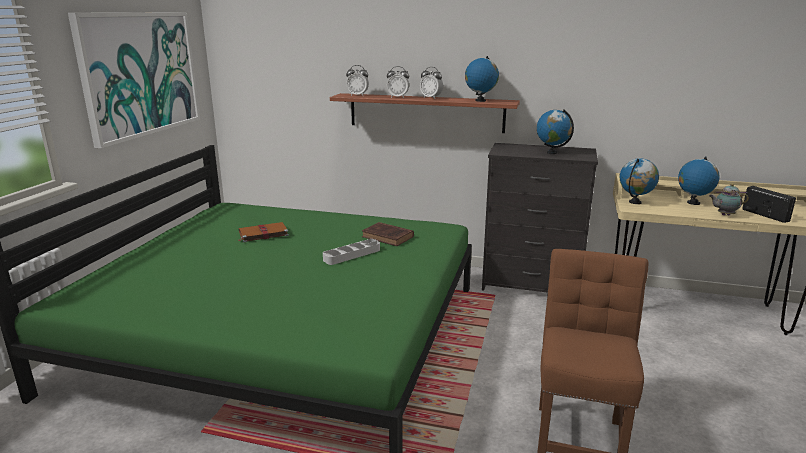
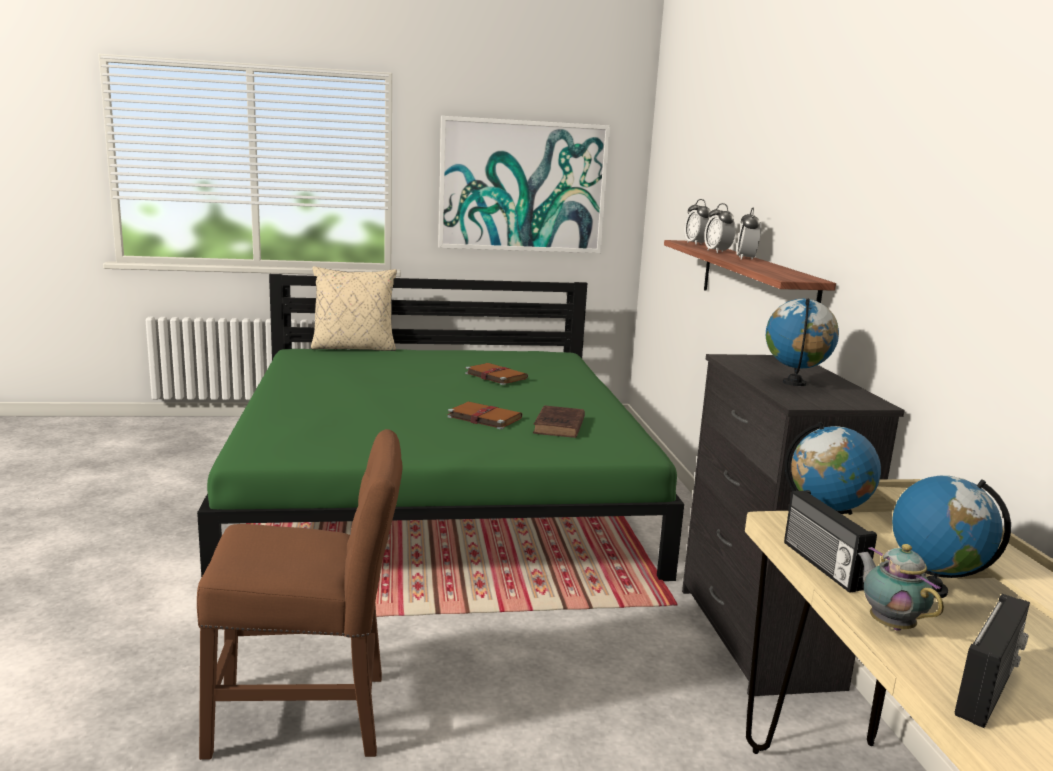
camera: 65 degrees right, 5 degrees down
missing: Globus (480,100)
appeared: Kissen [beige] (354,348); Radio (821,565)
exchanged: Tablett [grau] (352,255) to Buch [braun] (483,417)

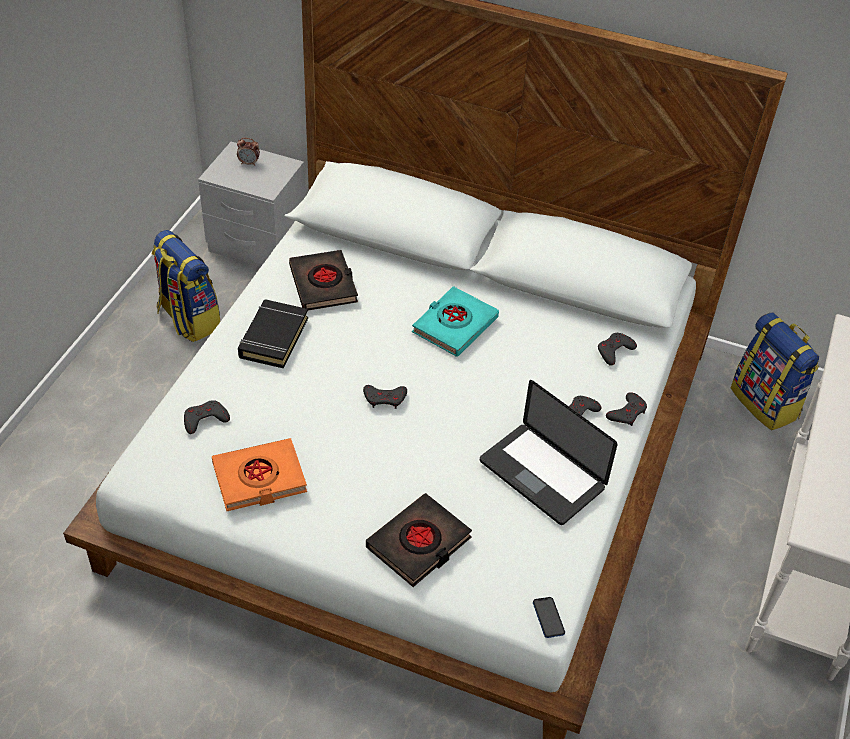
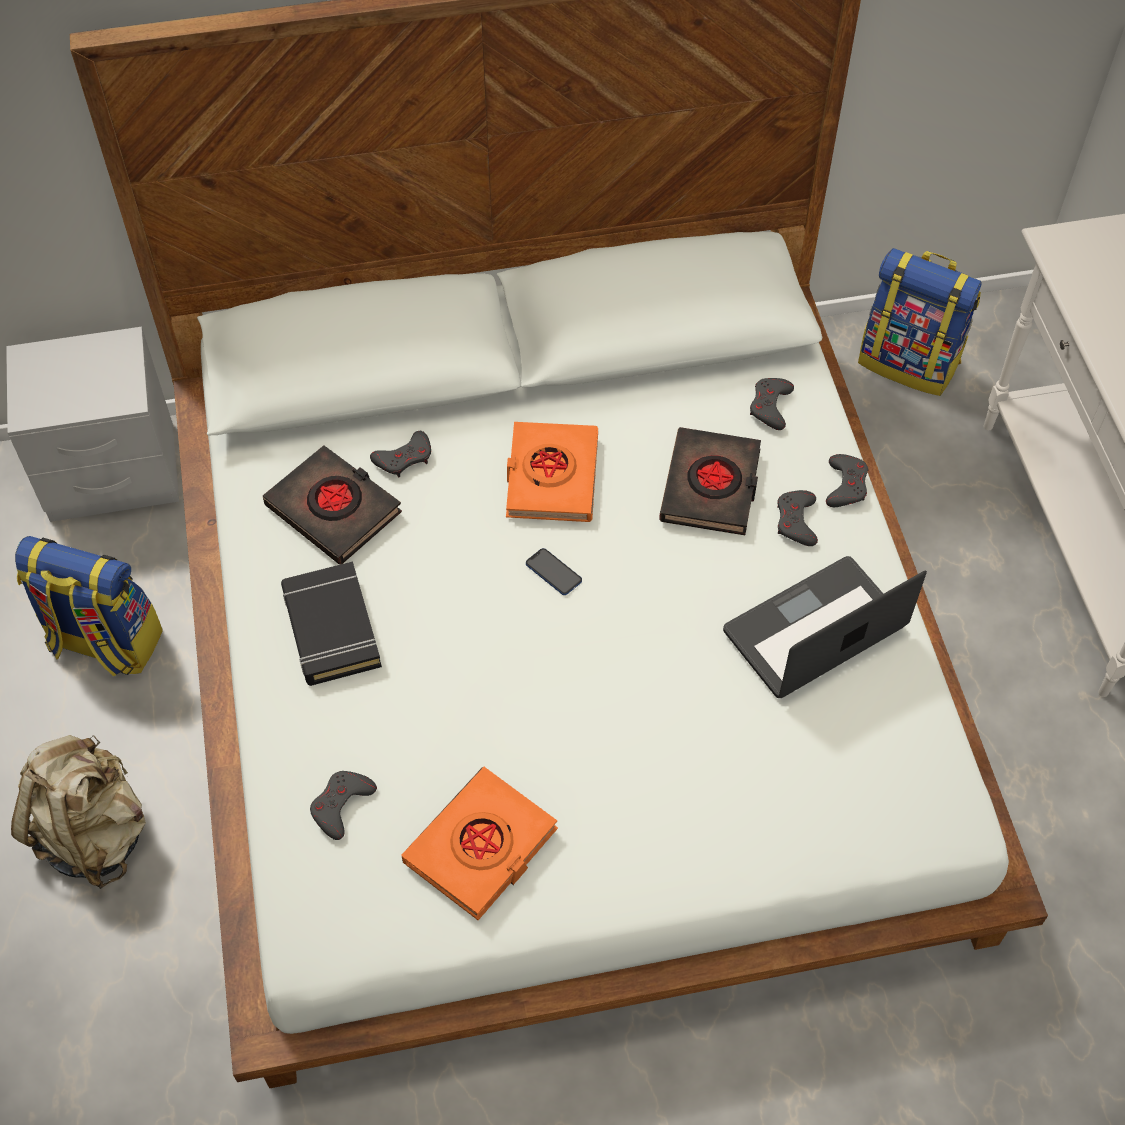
camera: 30 degrees left, 10 degrees up
missing: Wecker (249,163)
appeared: Rucksack [beige] (94,833)
relocated: Gamepad [grau] (385,398) to (404,458); Handy (548,618) to (553,572); Buch [schwarz] (419,544) to (711,487)
colour: Buch [türkis] (454,325) to Buch [orange] (551,477)
spun: Laptop (541,475) = (814,630) 135 degrees clockwise

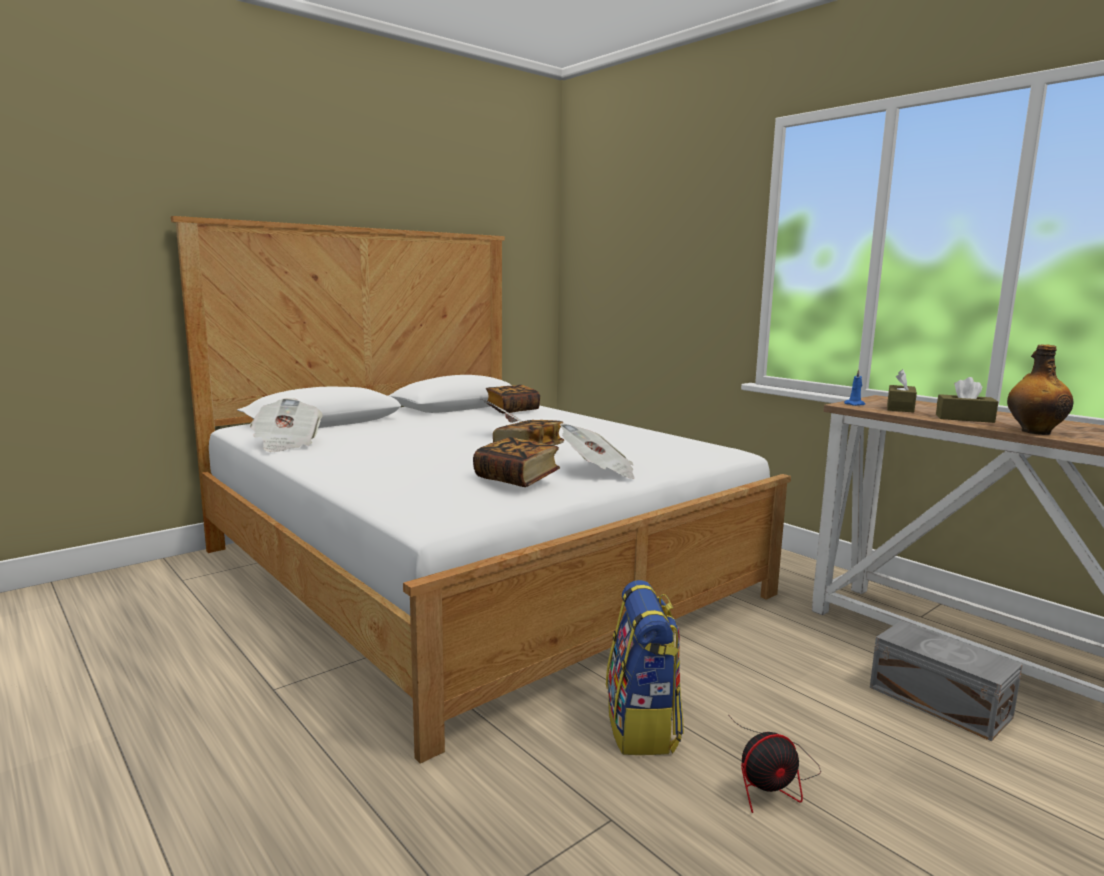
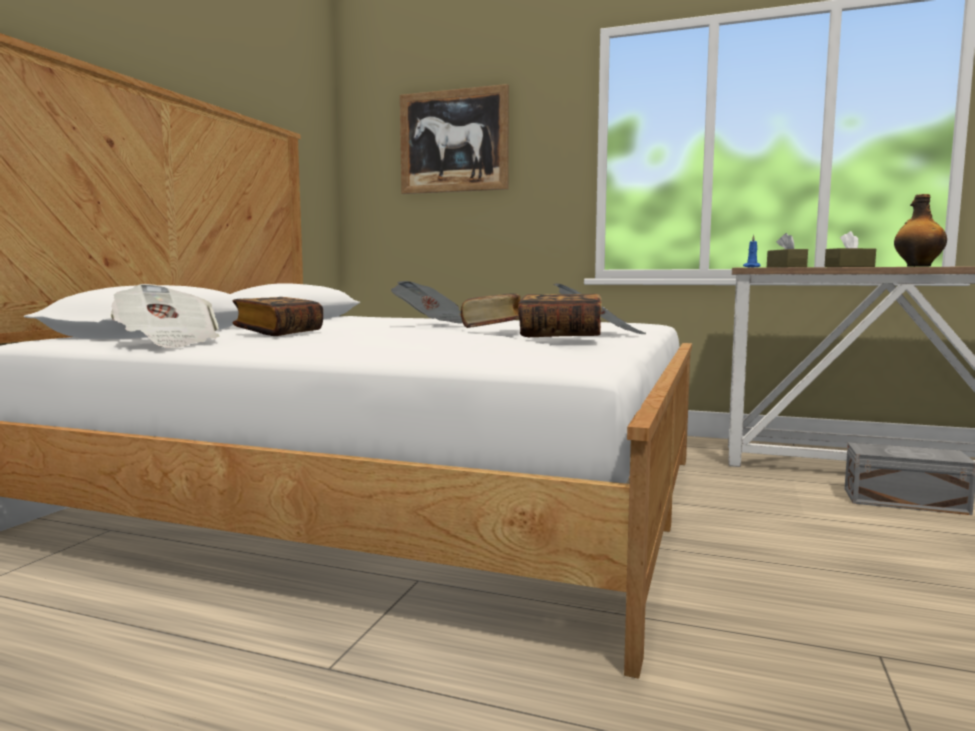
camera: 30 degrees left, 5 degrees down
missing: Rucksack (643,727); Ventilator (772,779)
appeared: Bild (453,141)
relocated: Buch (512,409) to (279,333)

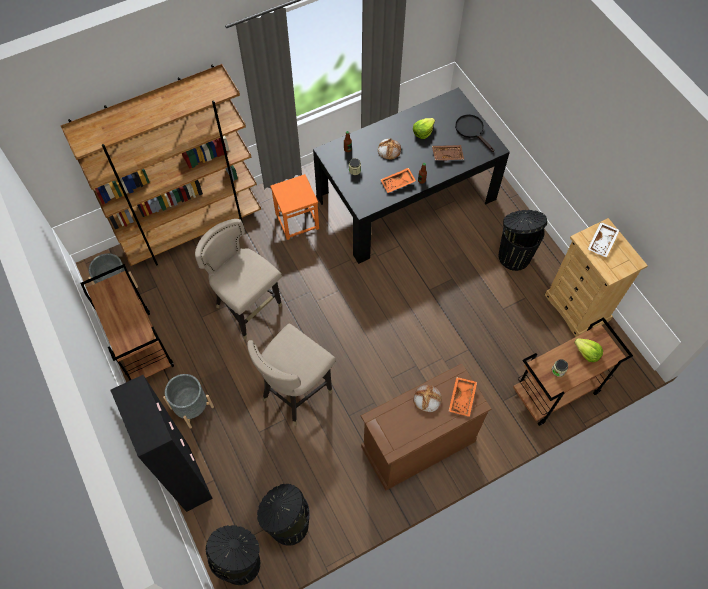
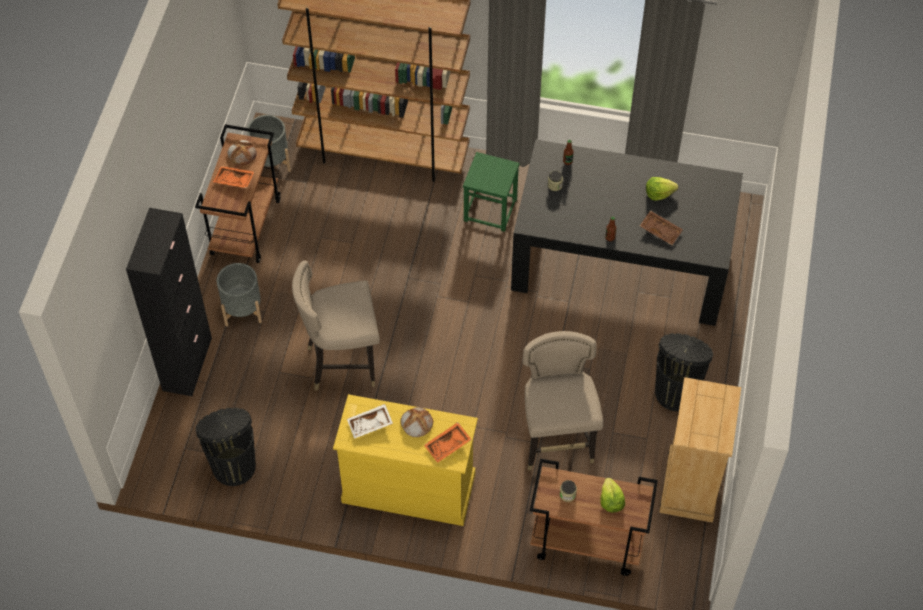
camera: 40 degrees right, 5 degrees down
missing: Mülleimer [schwarz] (241,563); Pfanne [schwarz] (472,130)
relocated: Tablett [orange] (398,183) to (234,181); Brot (389,150) to (242,154); Tablett [weiß] (602,242) to (370,425); Hocker [beige] (248,309) to (557,442)
colour: Kommode [braun] (418,444) to Kommode [gelb] (408,487); Hocker [orange] (297,221) to Hocker [grün] (490,209)

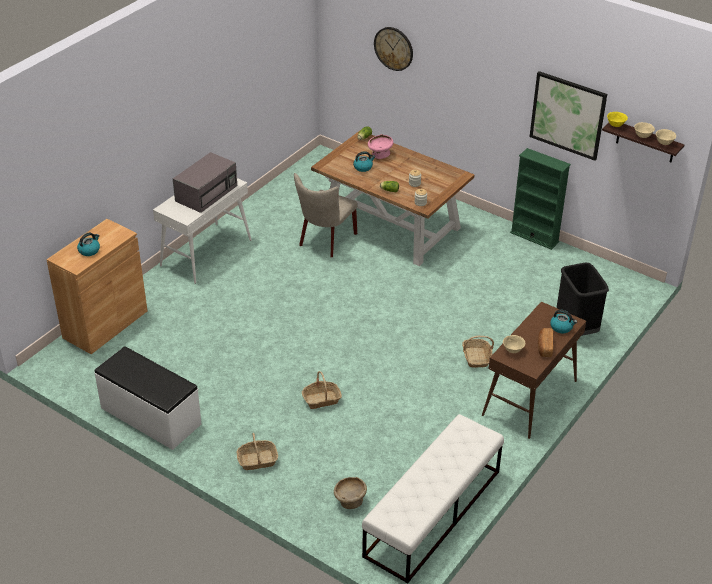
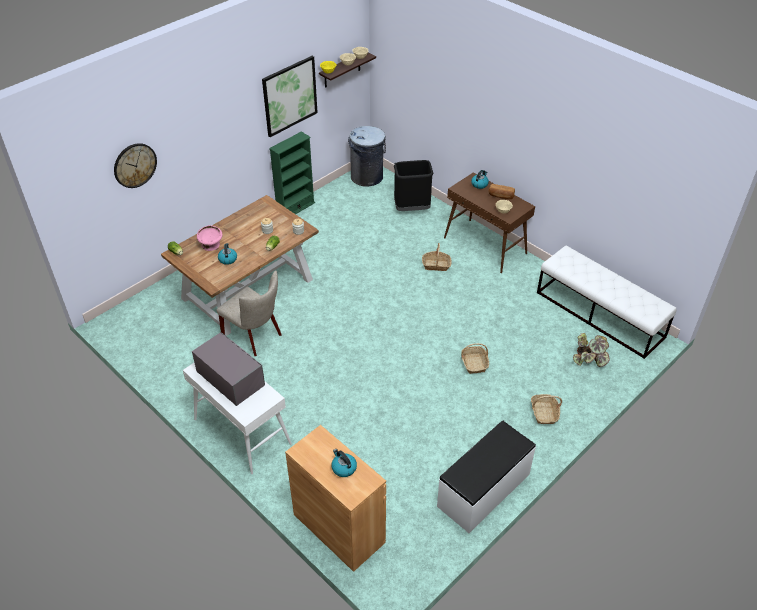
camera: 80 degrees left, 5 degrees up
appeared: Mülleimer [grau] (367,177)
exchanged: Schüssel [beige] (349,501) to Topfpflanze (589,359)

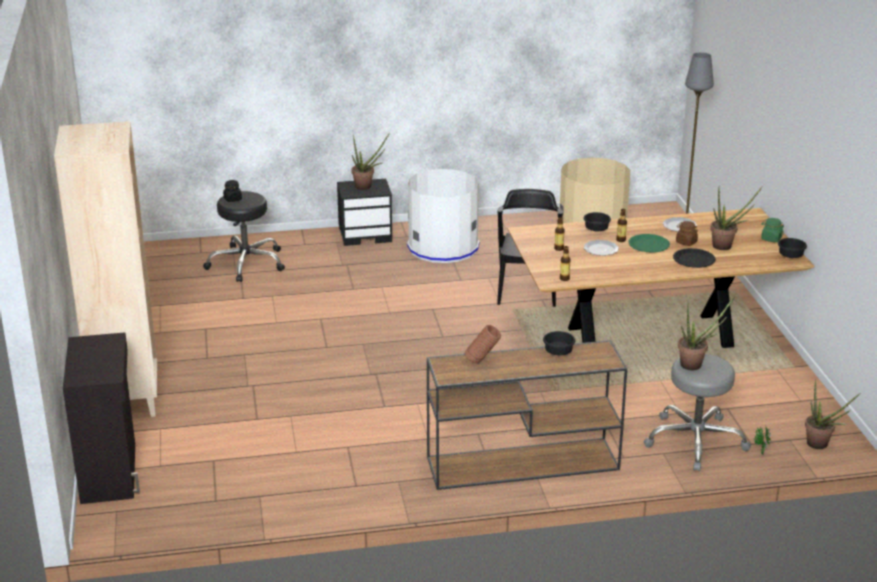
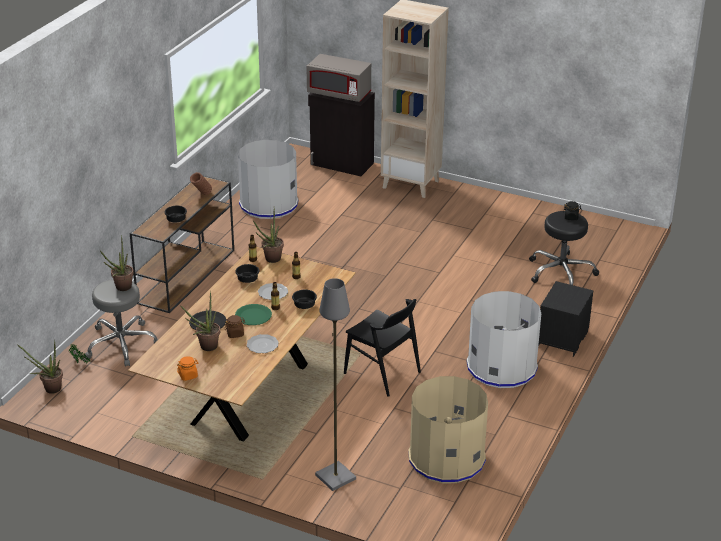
camera: 125 degrees right, 5 degrees up
appeared: Mülleimer [weiß] (268,204); Mikrowelle [grau] (339,94)
relocated: Schüssel [schwarz] (789,256) to (248,279); Topfpflanze (367,187) to (270,260)
colour: Vorratsglas [grün] (771,239) to Vorratsglas [orange] (188,375)

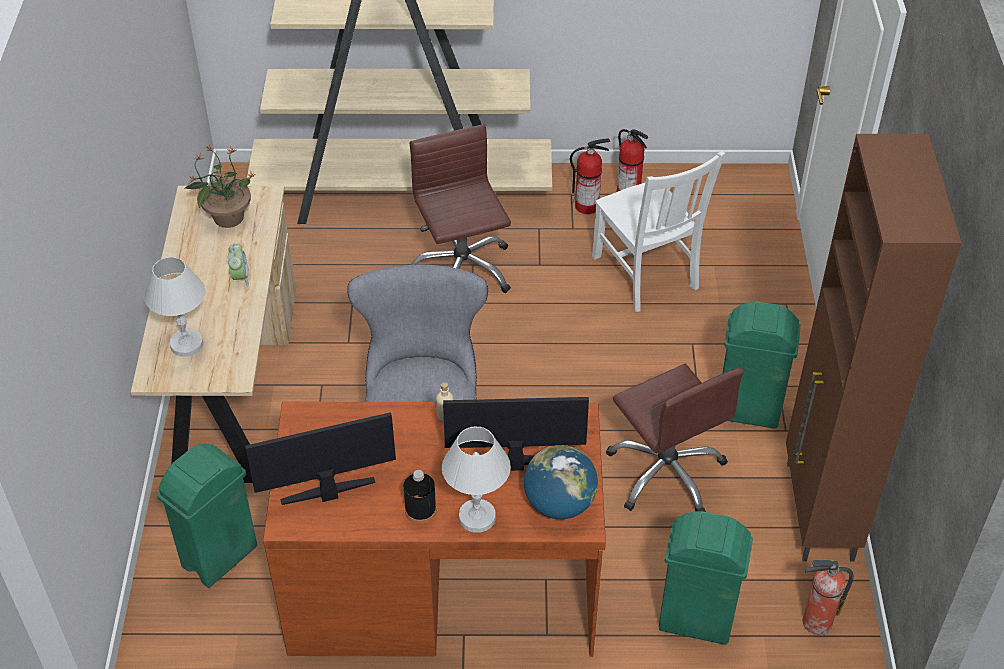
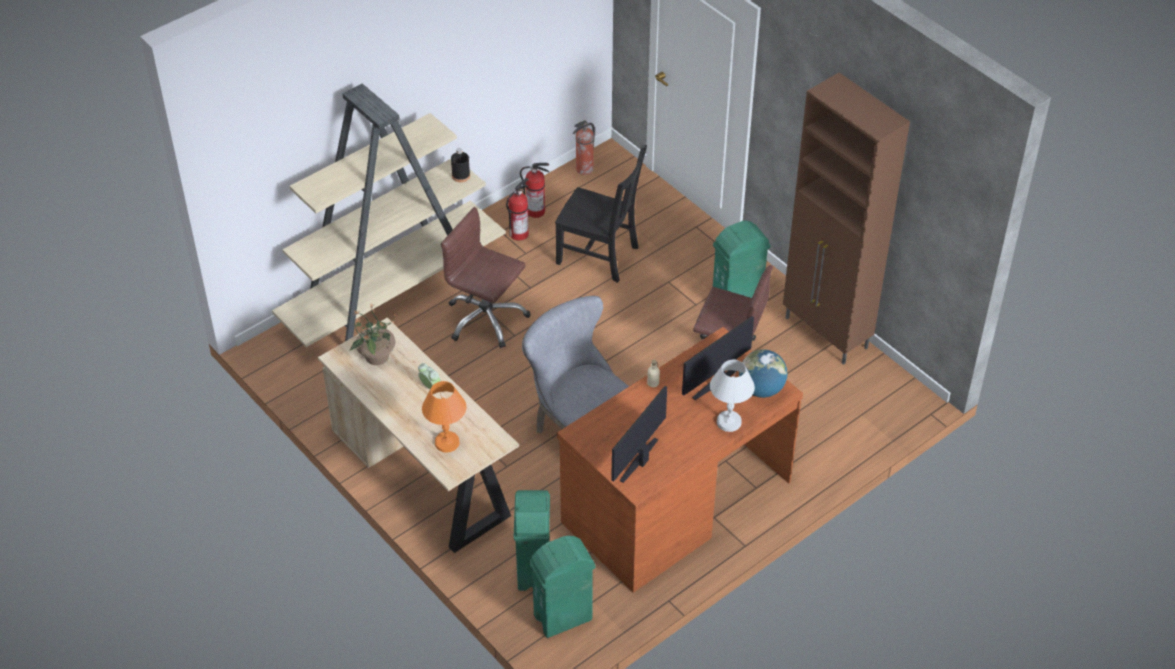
camera: 40 degrees left, 0 degrees up
relocated: Flasche [schwarz] (420,510) to (461,176); Mülleimer [grün] (696,621) to (563,618); Feuerlöscher (815,622) to (584,169)
colour: Tischlampe [weiß] (186,344) to Tischlampe [orange] (446,443); Stuhl [weiß] (646,275) to Stuhl [schwarz] (600,256)

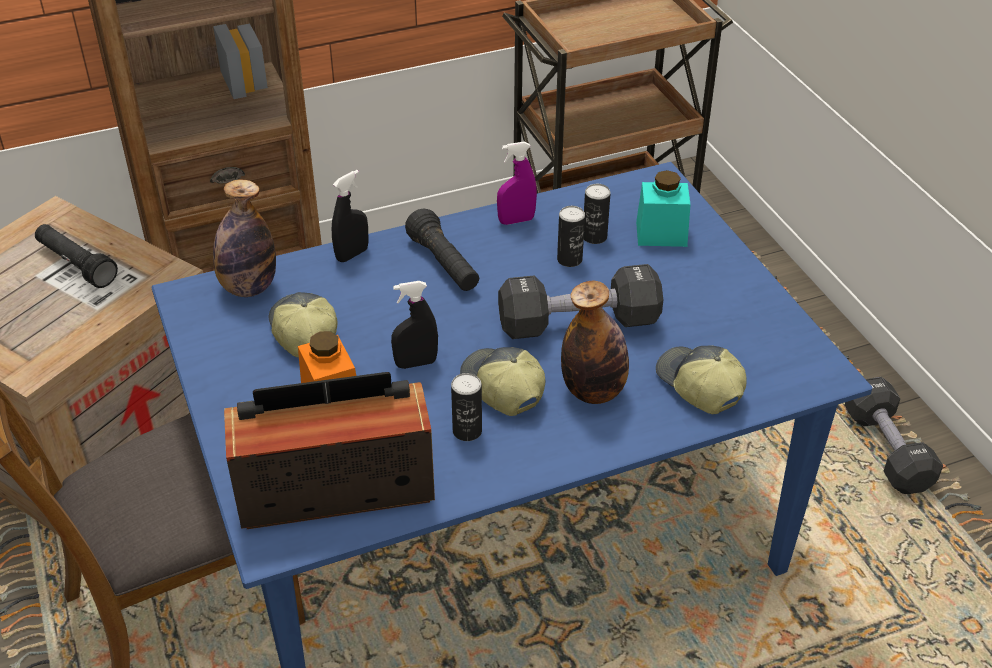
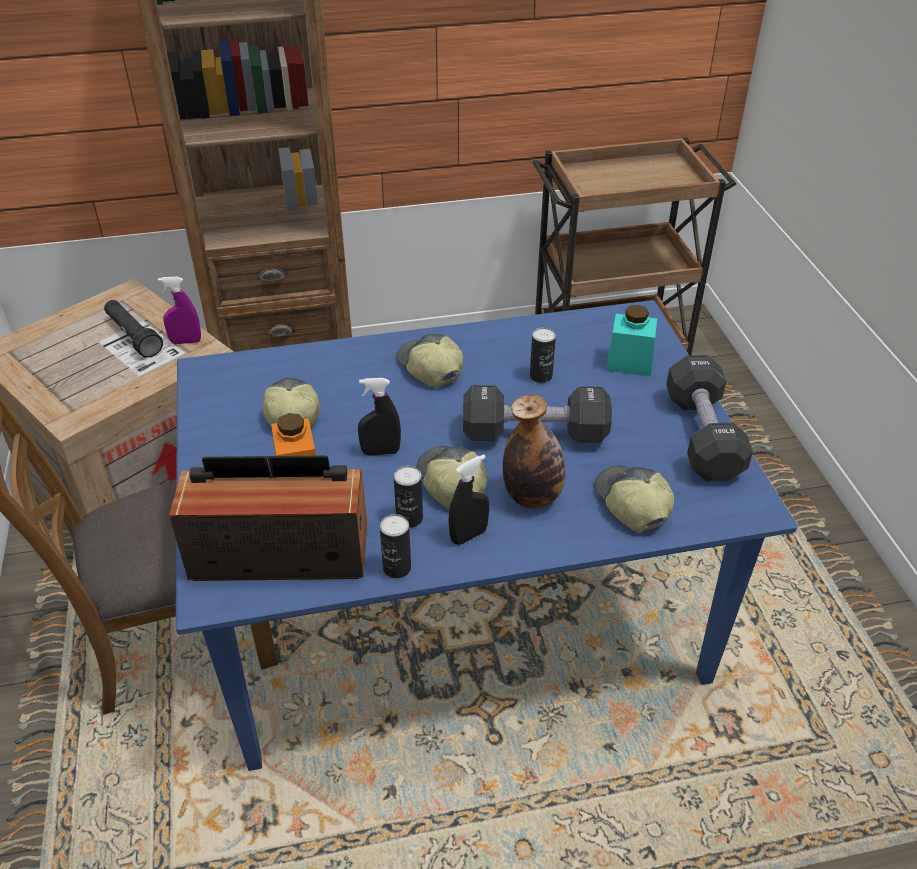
camera: 10 degrees right, 0 degrees up
missing: Flasche (248,287)
relocated: Sprühflasche [lila] (516,220) to (186,341); Dose (594,237) to (397,568); Sprühflasche [schwarz] (352,254) to (468,535); Hantel [schwarz] (887,450) to (702,436)
exchanged: Taschenlampe [schwarz] (444,264) to Kappe (429,368)

